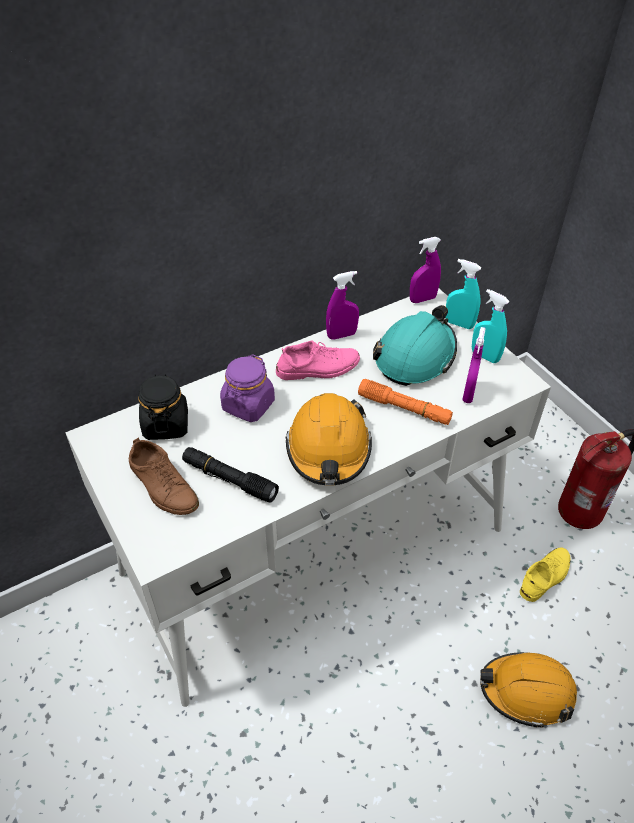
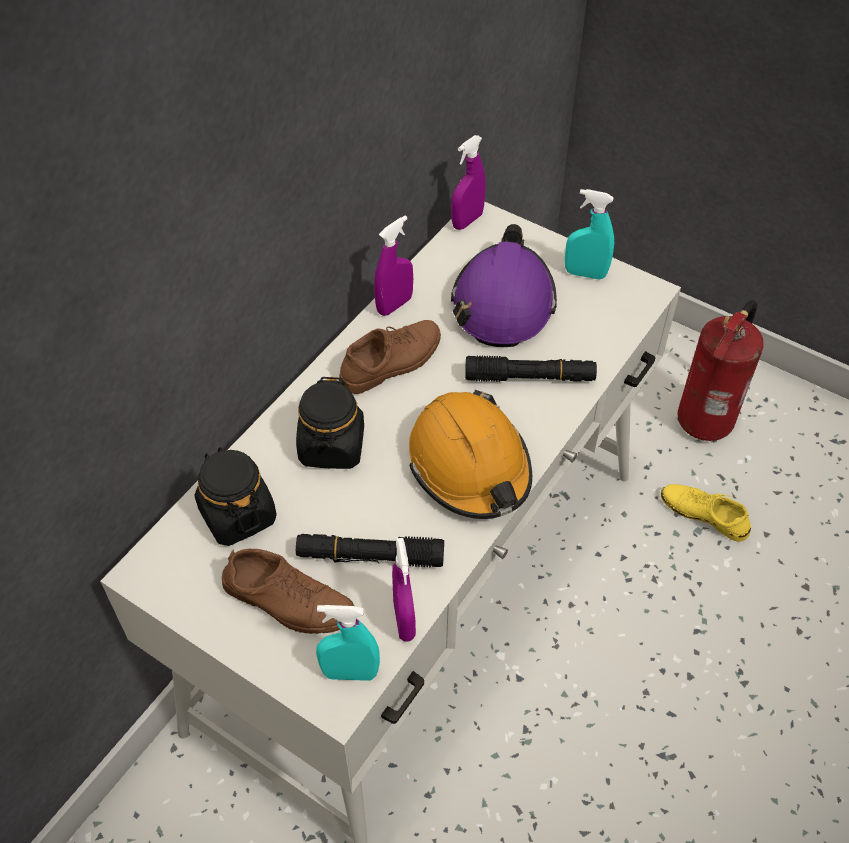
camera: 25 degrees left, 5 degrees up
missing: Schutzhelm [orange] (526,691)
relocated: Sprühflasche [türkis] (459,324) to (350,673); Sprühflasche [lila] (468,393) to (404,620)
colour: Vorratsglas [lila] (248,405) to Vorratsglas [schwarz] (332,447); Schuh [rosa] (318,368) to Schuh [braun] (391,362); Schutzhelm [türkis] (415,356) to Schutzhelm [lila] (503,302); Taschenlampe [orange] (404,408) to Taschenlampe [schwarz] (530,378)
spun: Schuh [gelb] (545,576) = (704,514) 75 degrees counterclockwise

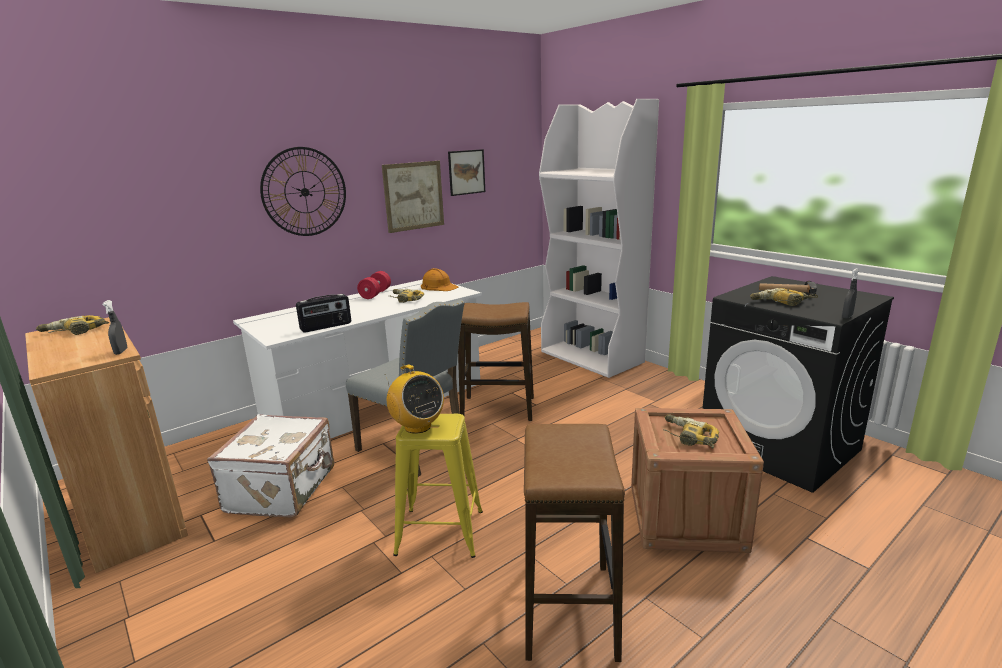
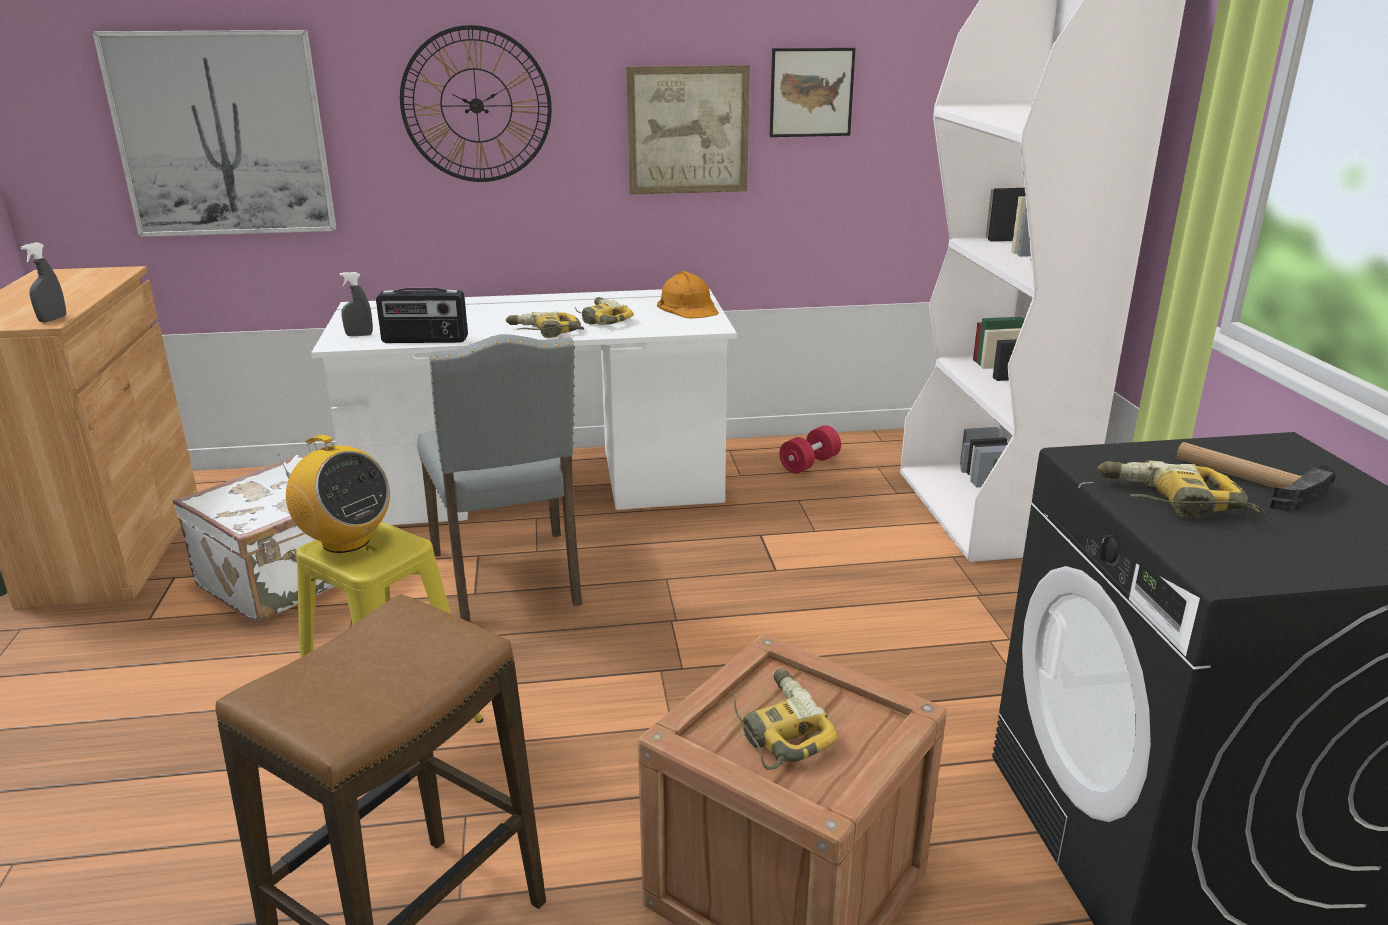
camera: 30 degrees right, 5 degrees up
missing: Hocker (498,409)
appeared: Bild (222,135)
relocated: Sprühflasche [grau] (847,316) to (359,335); Bohrmaschine (74,332) to (545,332); Hantel [rot] (375,294) to (809,464)
spun: Radio (417,426) = (345,541) 45 degrees counterclockwise

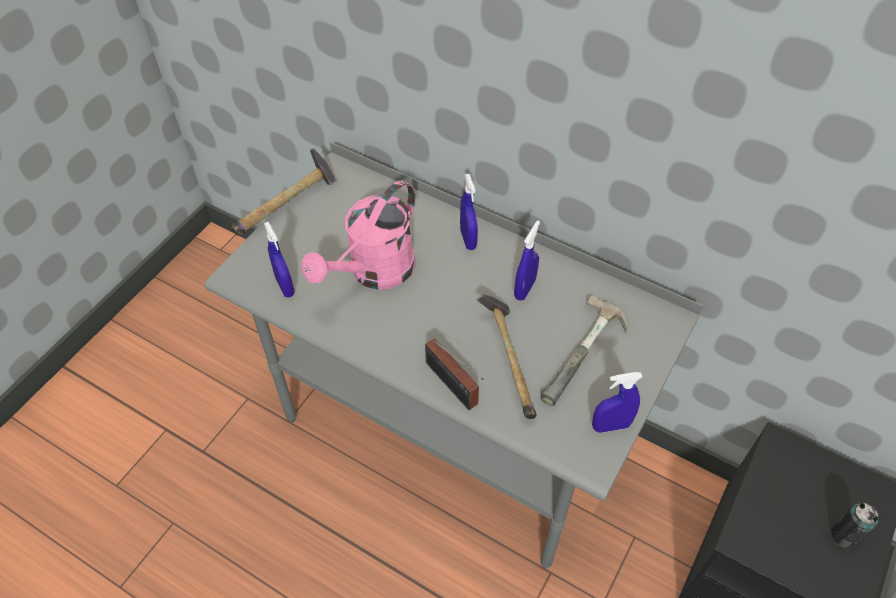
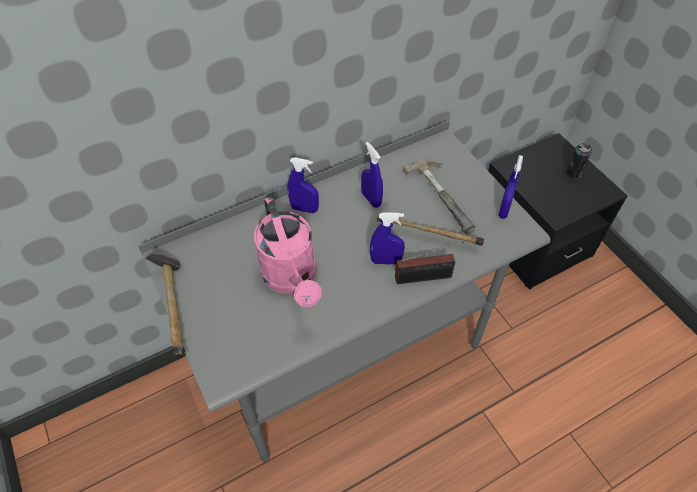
camera: 60 degrees left, 0 degrees up
relocated: Sprühflasche [blau] (285,286) to (386,261)

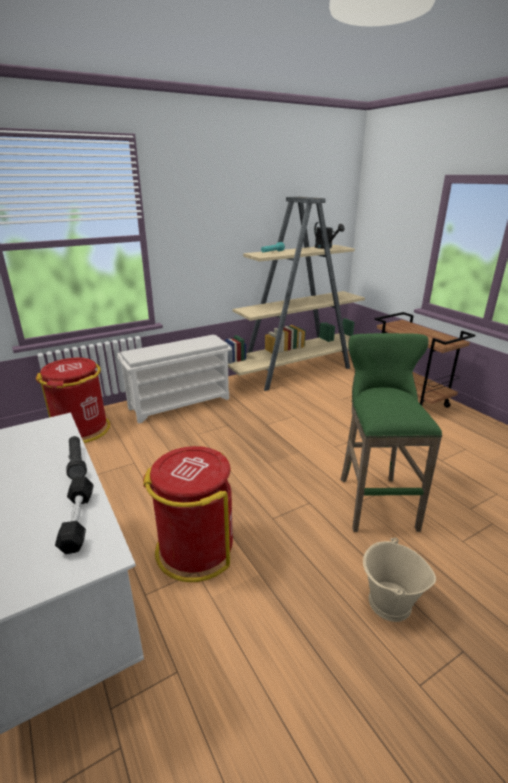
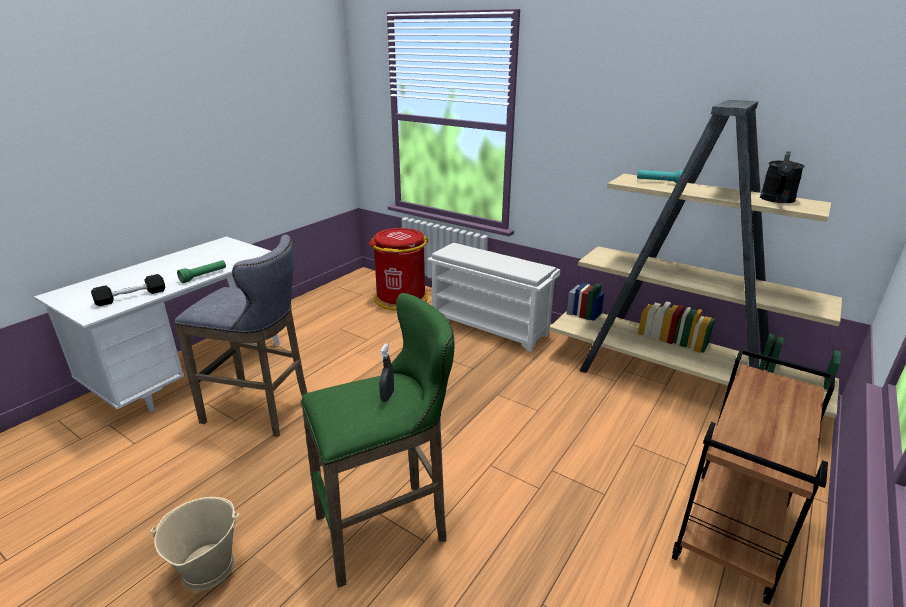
camera: 65 degrees right, 0 degrees up
appeared: Sprühflasche [grau] (387,396)
exchanged: Mülleimer [rot] (195,549) to Hocker [grau] (262,411)
colour: Taschenlampe [schwarz] (77,462) to Taschenlampe [grün] (204,276)

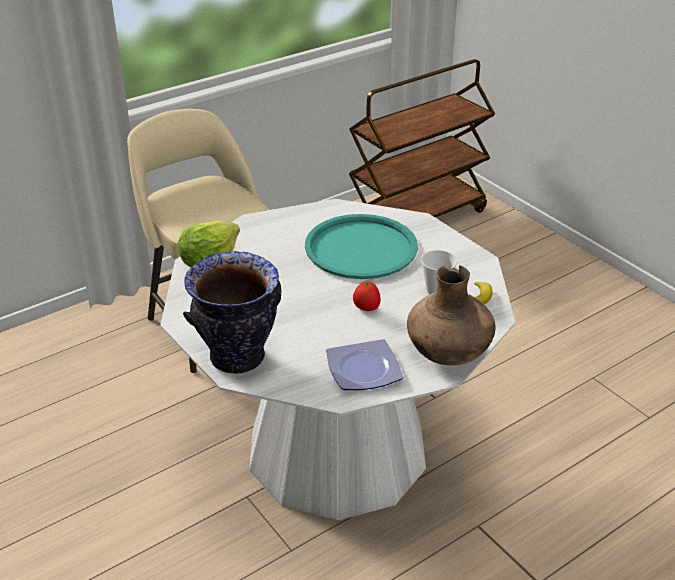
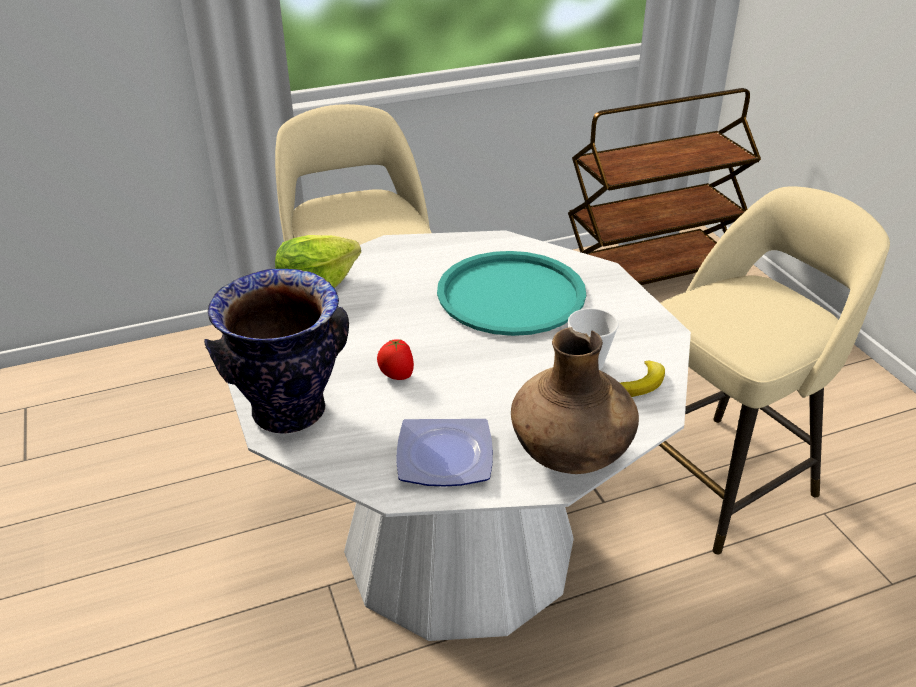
camera: 15 degrees right, 0 degrees up
appeared: Hocker [beige] (722,478)
relocated: Tomate (366,309) to (396,376)

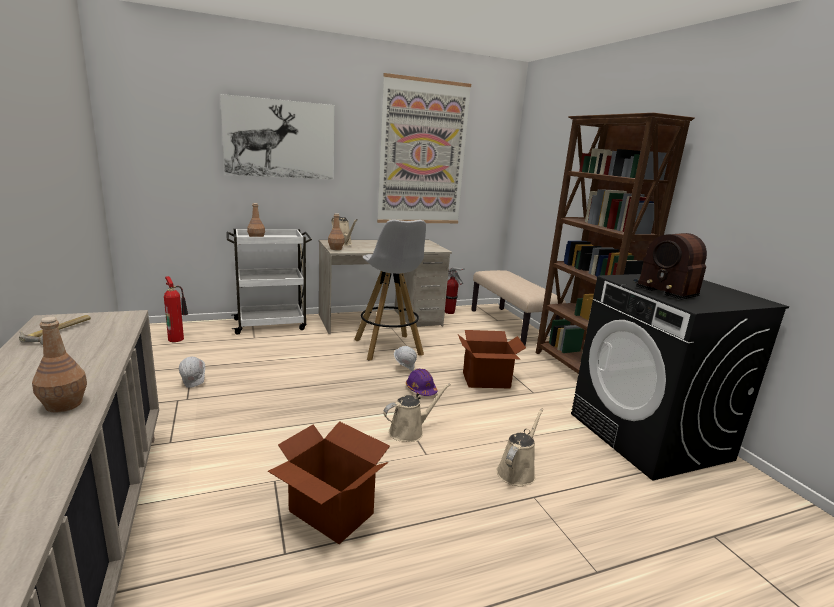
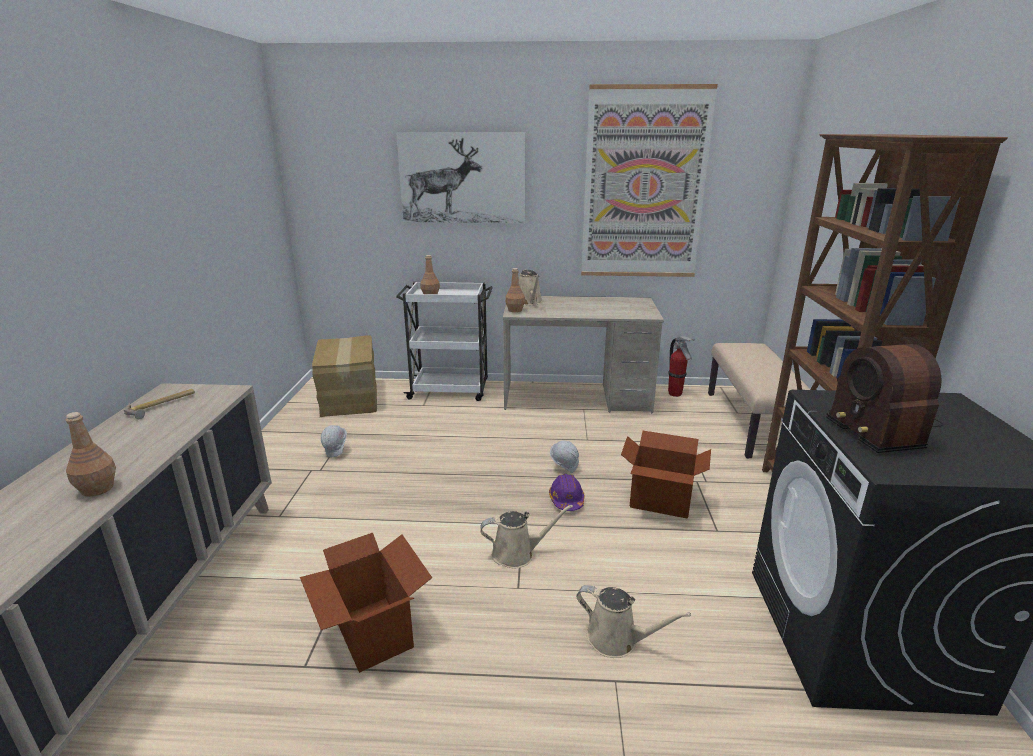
camera: 25 degrees right, 5 degrees up
missing: Hocker [weiß] (388,348)
exchanged: Feuerlöscher (177,338) to Karton (350,398)
spun: Gießkanne [beige] (517,471) = (617,639) 60 degrees clockwise

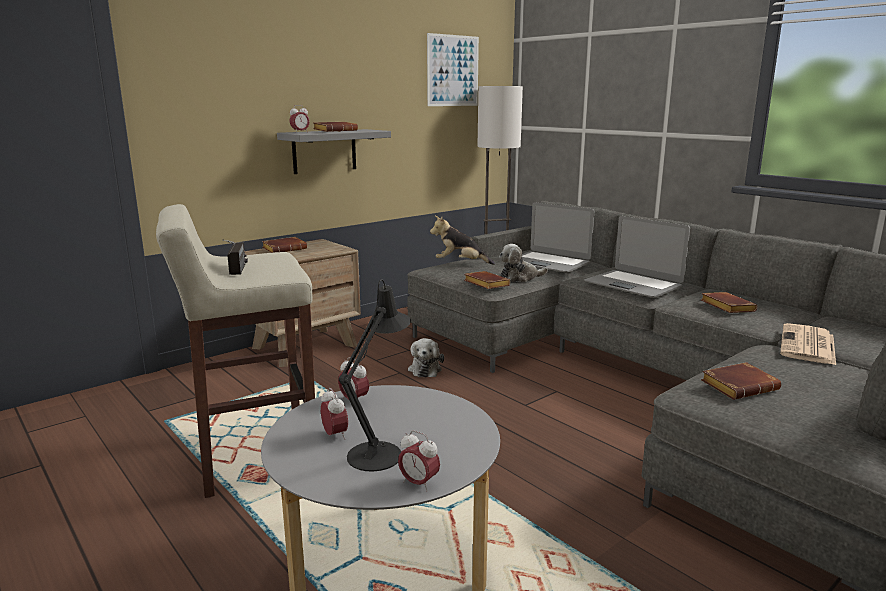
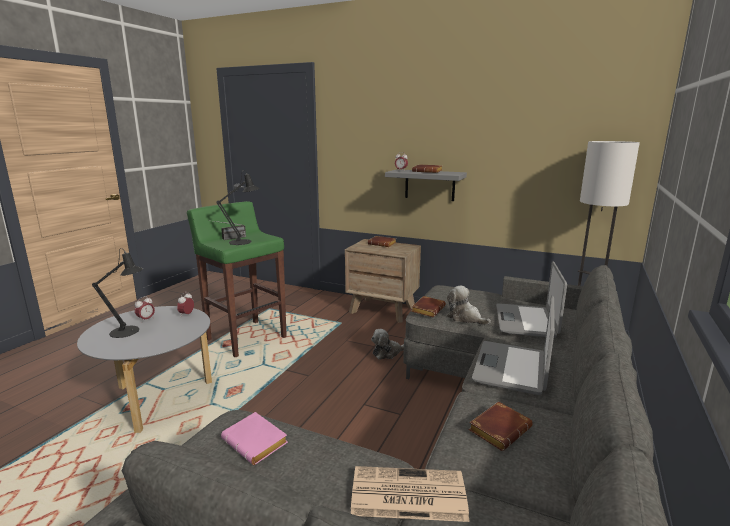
camera: 65 degrees right, 0 degrees up
missing: Wecker (419,483); Bild (453,71); Plüschtier (460,263)
appeared: Tischlampe [schwarz] (243,242)
colour: Hocker [beige] (254,457) to Hocker [grün] (246,338); Buch [braun] (739,386) to Buch [rosa] (257,442)

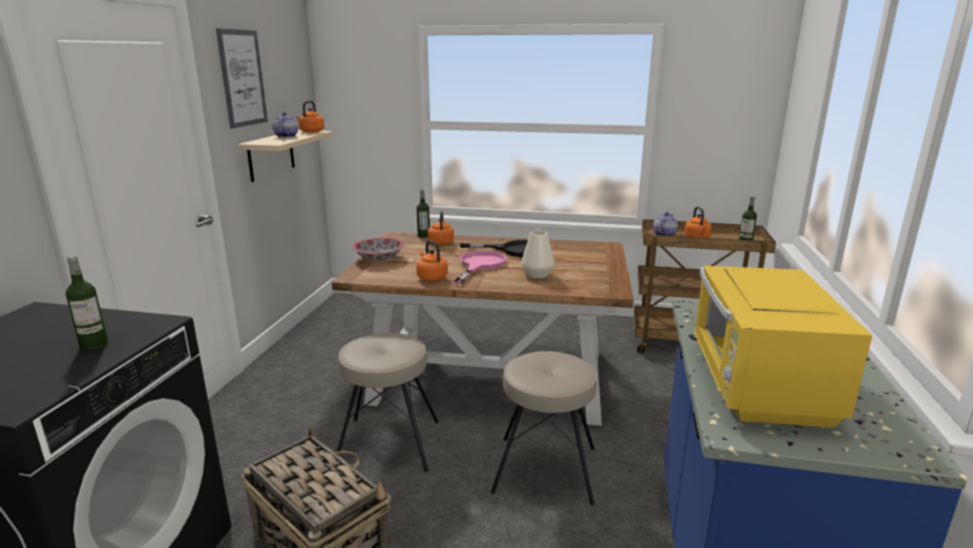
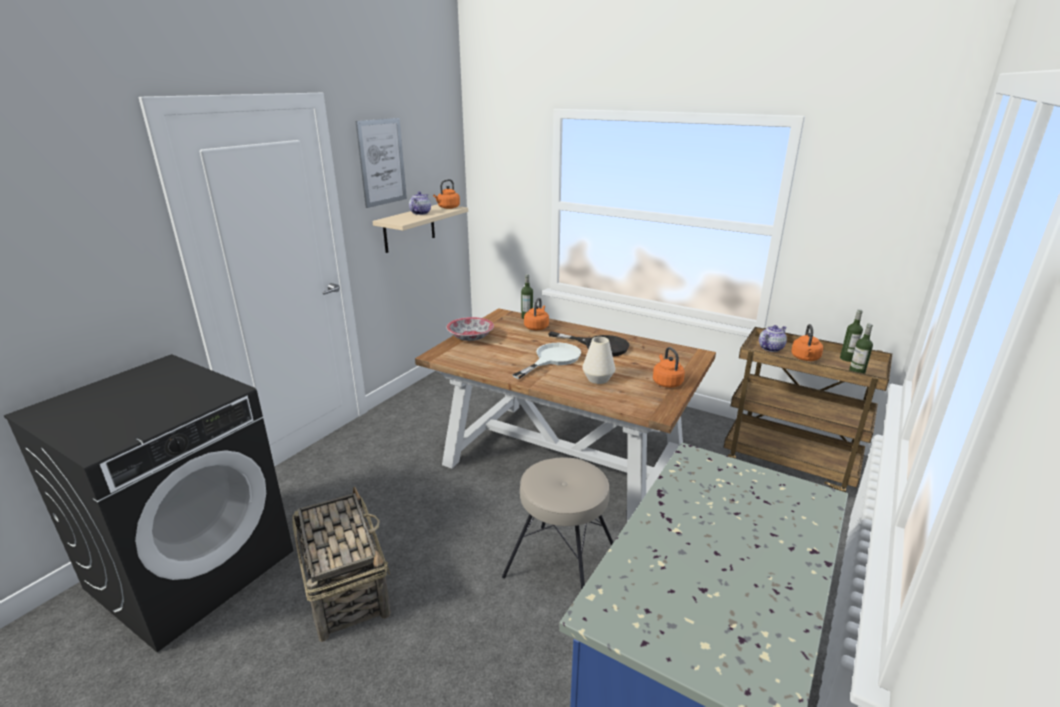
camera: 20 degrees right, 5 degrees up
missing: Hocker [beige] (388,444); Mikrowelle [gelb] (758,385)
relocated: Wasserkessel [orange] (431,277) to (666,382); Flasche (94,345) to (847,358)
colour: Pfanne [rosa] (479,265) to Pfanne [weiß] (552,359)

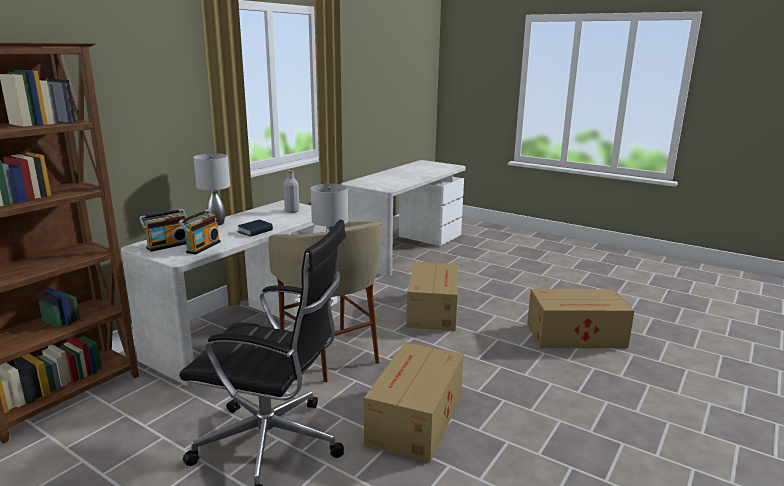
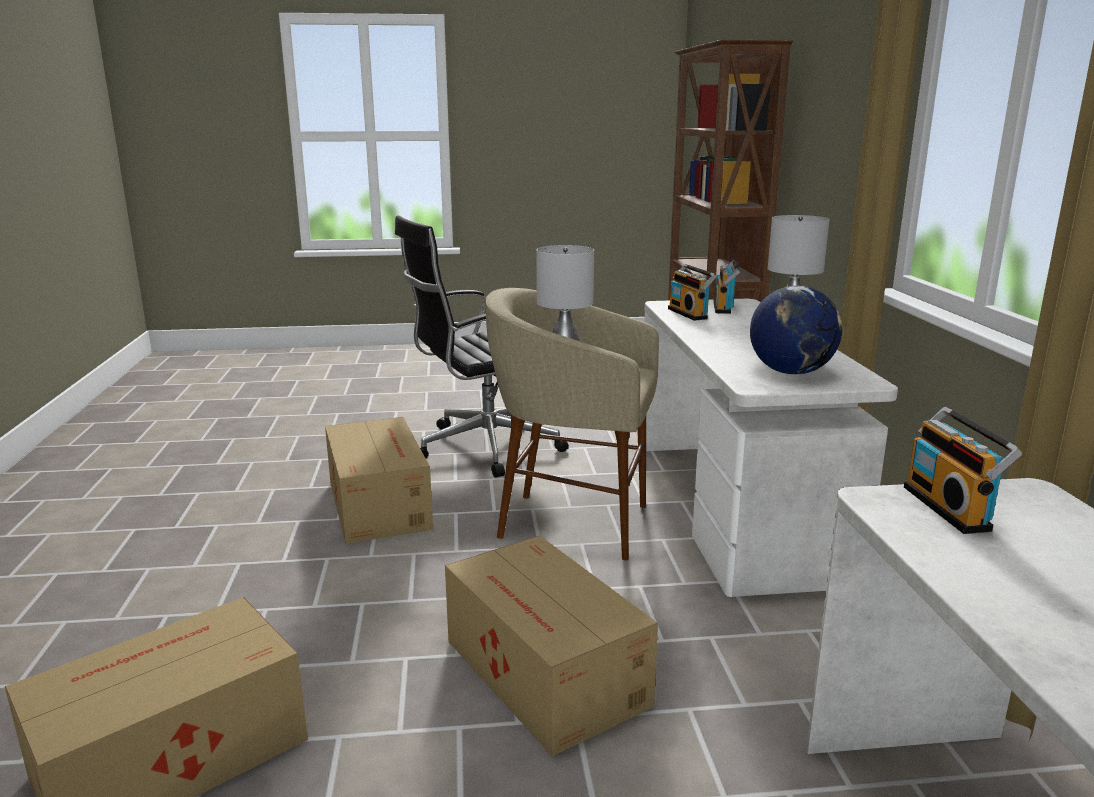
camera: 140 degrees right, 0 degrees up
missing: Buch (255,231)
appeared: Radio (950,508)
exchanged: Flasche [grau] (292,211) to Globus (791,372)

